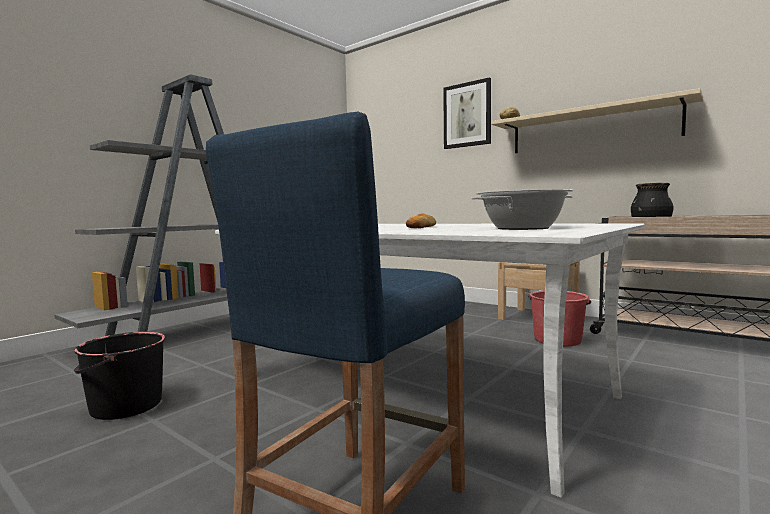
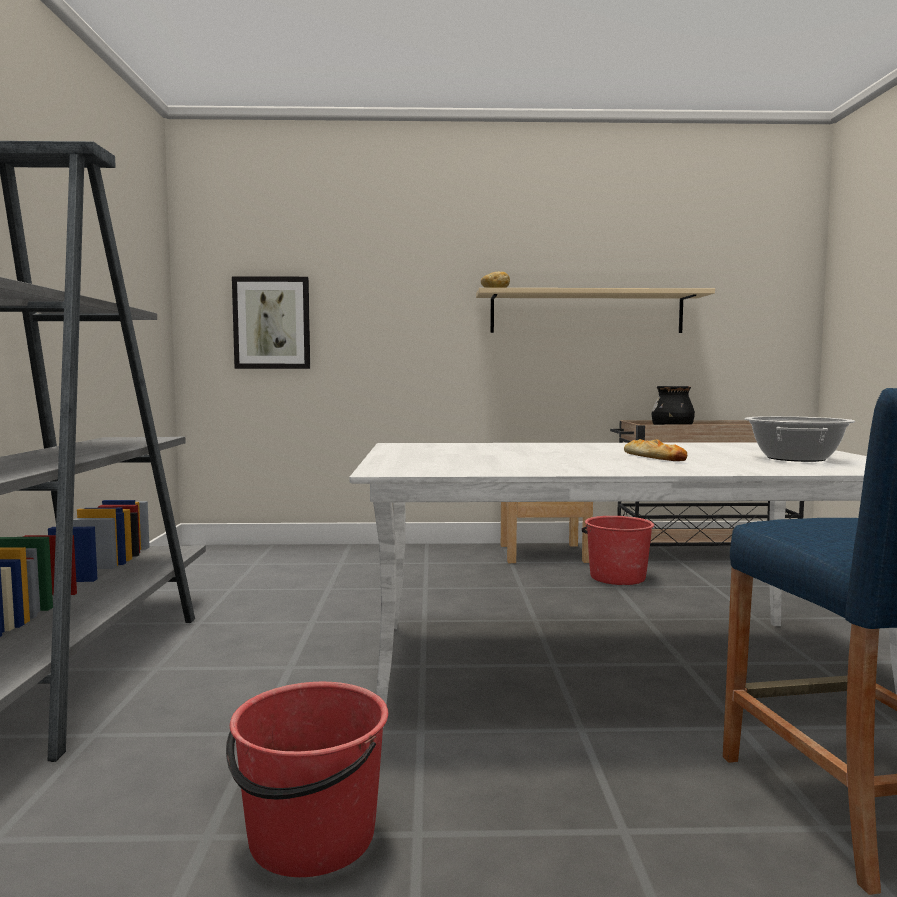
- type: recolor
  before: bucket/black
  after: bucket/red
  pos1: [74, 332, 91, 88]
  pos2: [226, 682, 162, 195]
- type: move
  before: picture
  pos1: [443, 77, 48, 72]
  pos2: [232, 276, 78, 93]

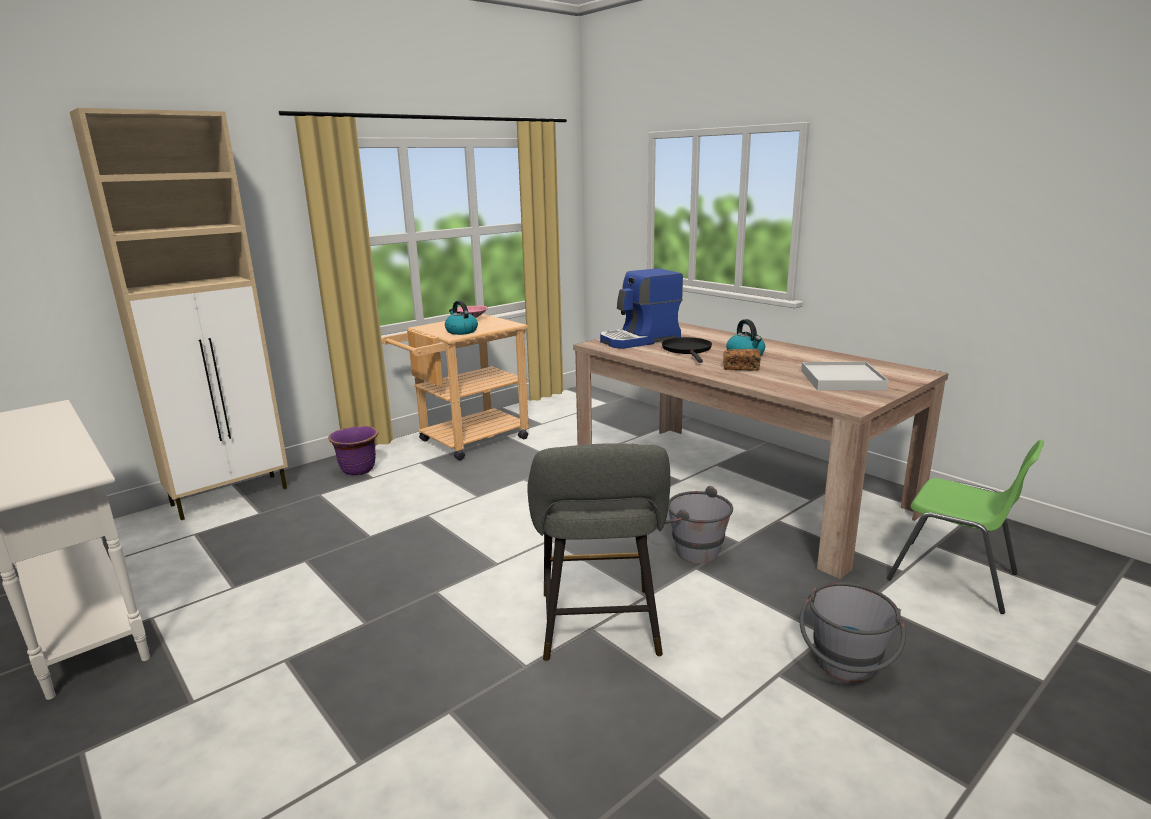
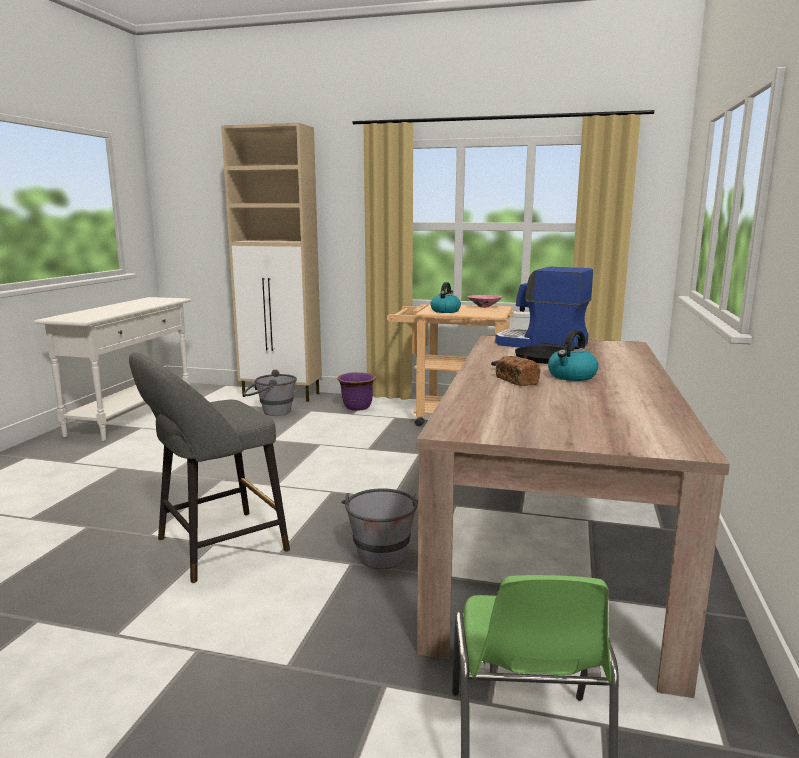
- type: move
  before: bucket/grey
  pos1: [799, 582, 107, 101]
  pos2: [243, 370, 54, 46]
- type: delete
  before: tray/white
  pos1: [801, 362, 88, 29]

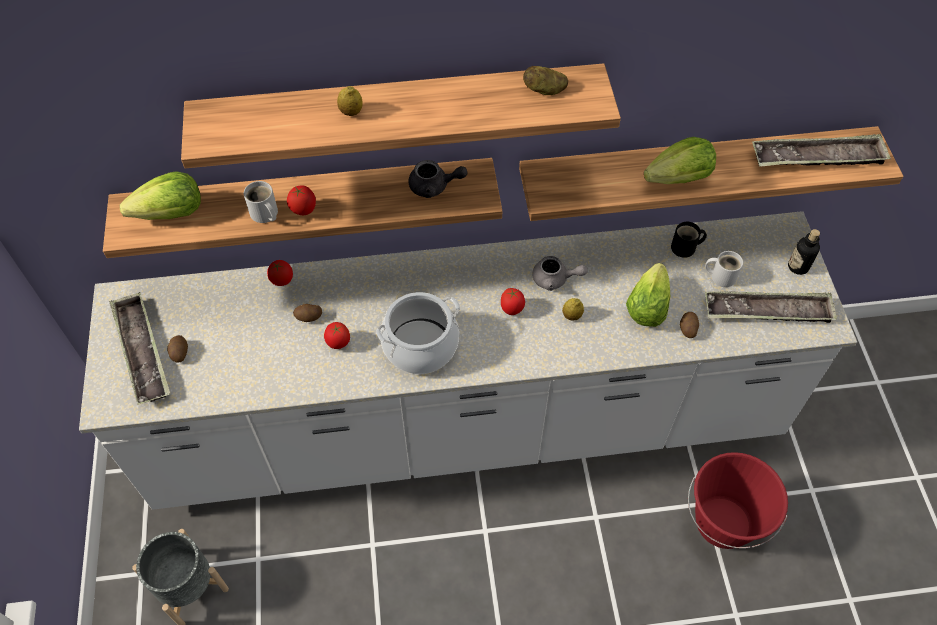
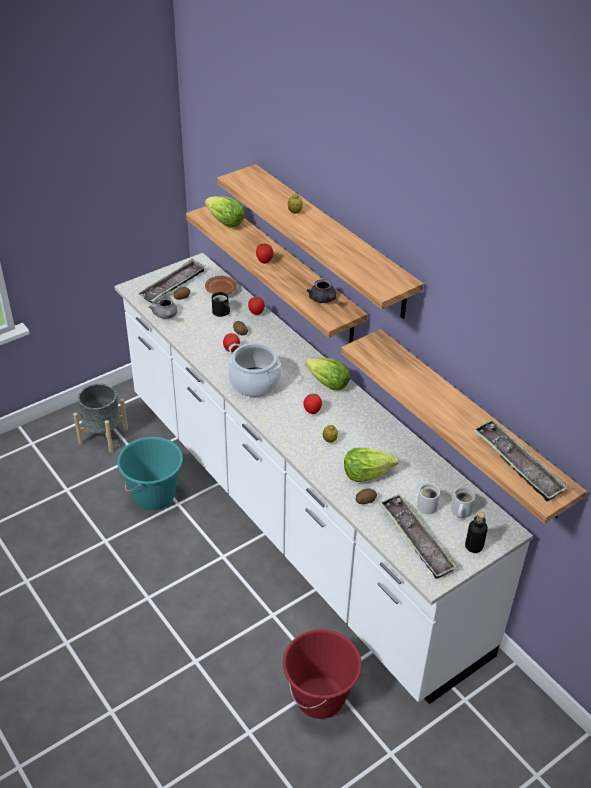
- type: insert
  after: bucket/turquoise
  pos2: [117, 437, 66, 73]
- type: move
  before: teapot/grey
  pos1: [532, 256, 56, 35]
  pos2: [149, 298, 29, 21]
- type: insert
  after: plate/brown
  pos2: [205, 276, 32, 19]
- type: move
  before: mug/black
  pos1: [671, 222, 36, 36]
  pos2: [212, 292, 18, 25]
- type: move
  before: lettuce
  pos1: [644, 137, 72, 47]
  pos2: [305, 357, 45, 33]
- type: move
  before: mug/white
  pos1: [244, 181, 34, 42]
  pos2: [452, 488, 23, 30]
- type: delete
  before: potato
  pos1: [523, 66, 45, 29]

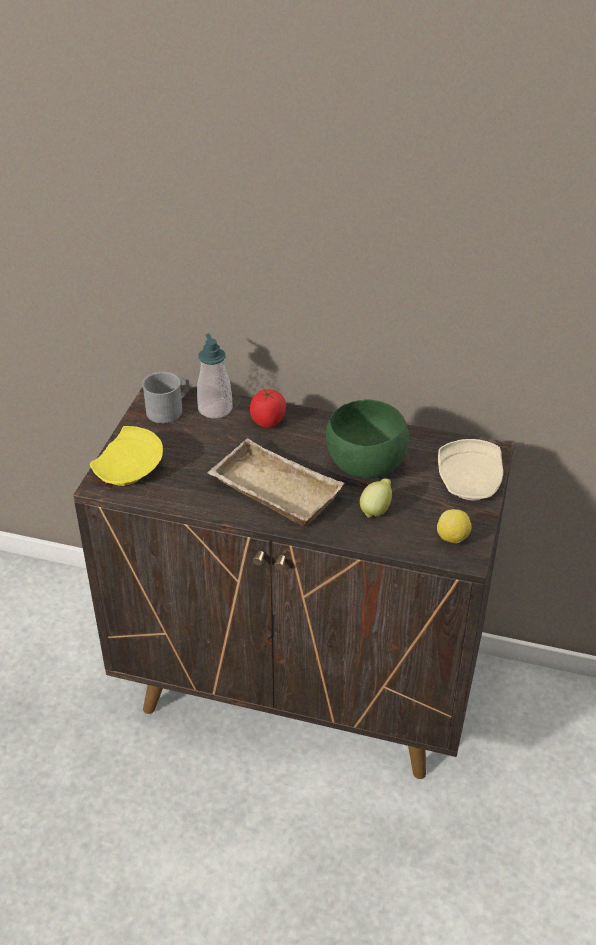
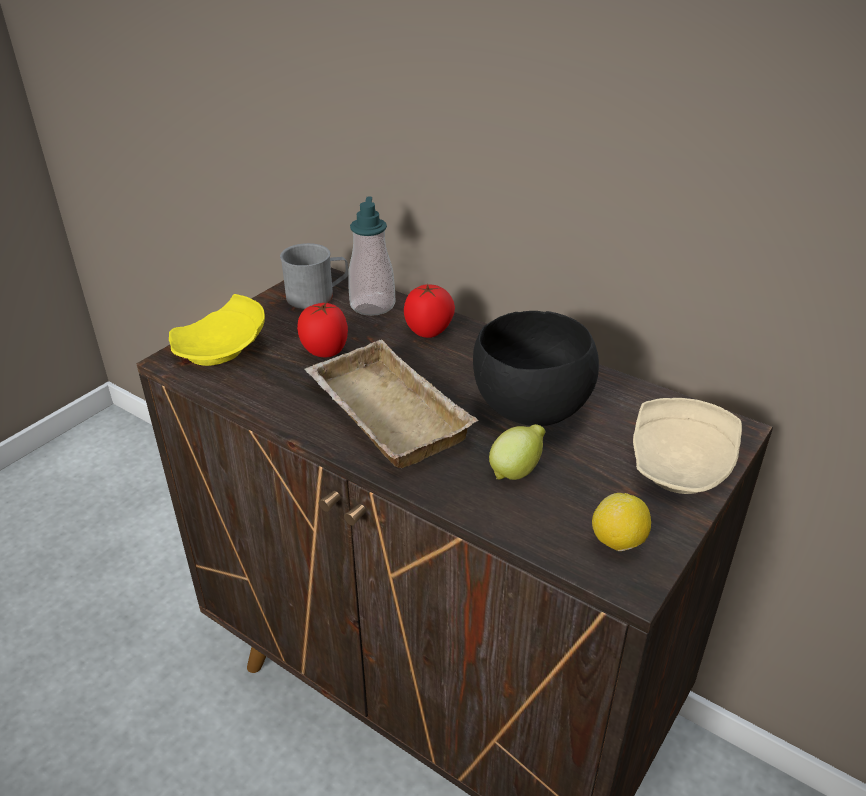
- type: insert
  after: tomato
  pos2: [297, 302, 51, 55]
- type: recolor
  before: bowl/green
  after: bowl/black
  pos1: [326, 399, 83, 79]
  pos2: [473, 311, 126, 115]

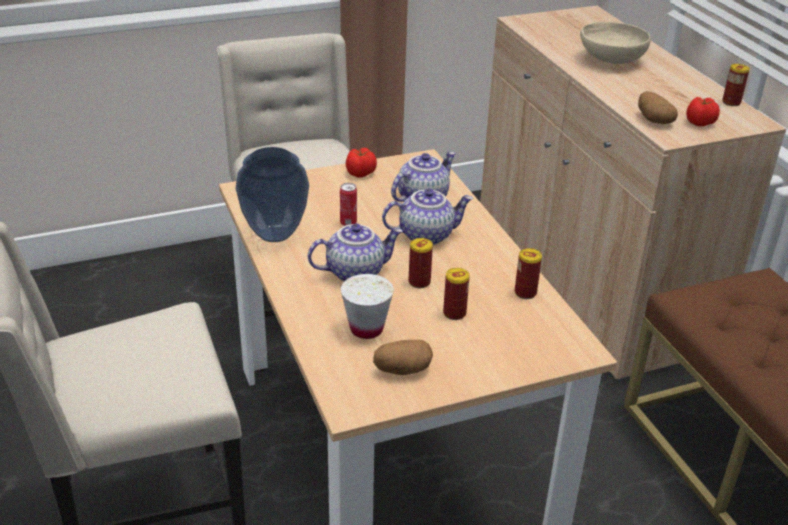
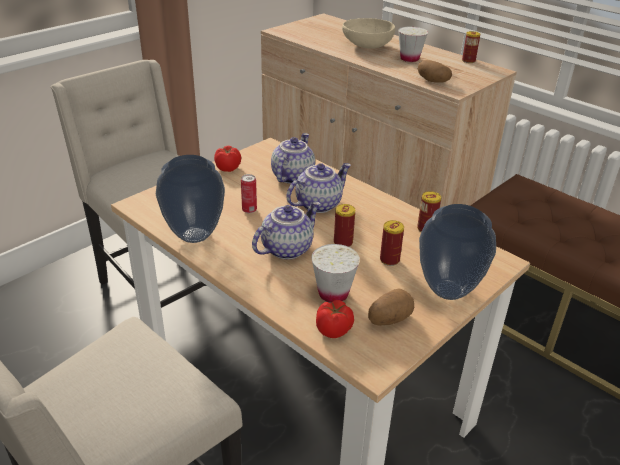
- type: move
  before: tomato
  pos1: [686, 97, 34, 30]
  pos2: [316, 300, 38, 38]
- type: insert
  after: cup/white
  pos2: [398, 27, 30, 35]
- type: insert
  after: vase
  pos2: [419, 204, 77, 96]

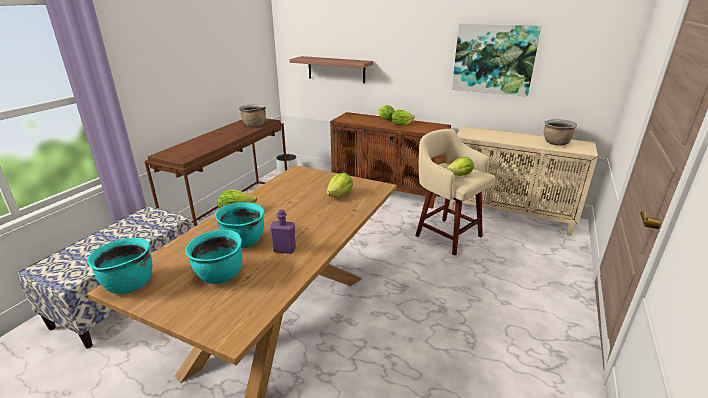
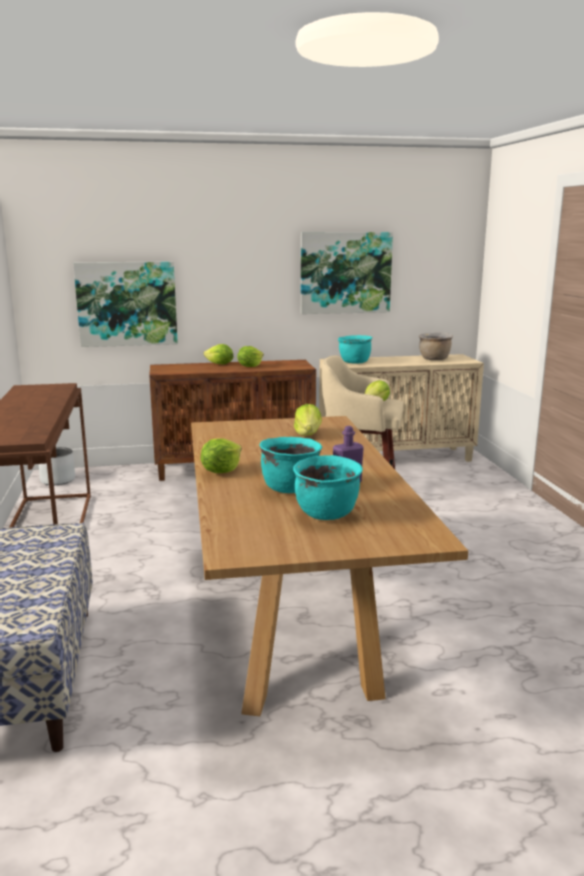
- type: replace
  before: shelf
  after: picture
  pos1: [289, 56, 84, 27]
  pos2: [73, 261, 105, 86]
- type: move
  before: cooking pot/turquoise
  pos1: [87, 238, 66, 56]
  pos2: [338, 335, 34, 28]
- type: delete
  before: cooking pot/brown
  pos1: [239, 104, 27, 23]

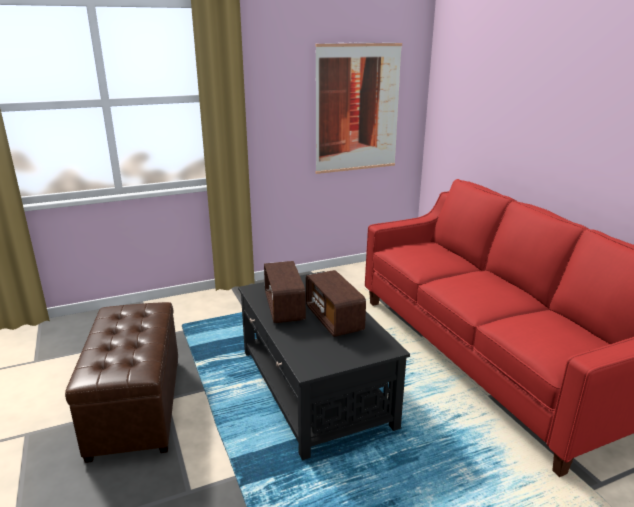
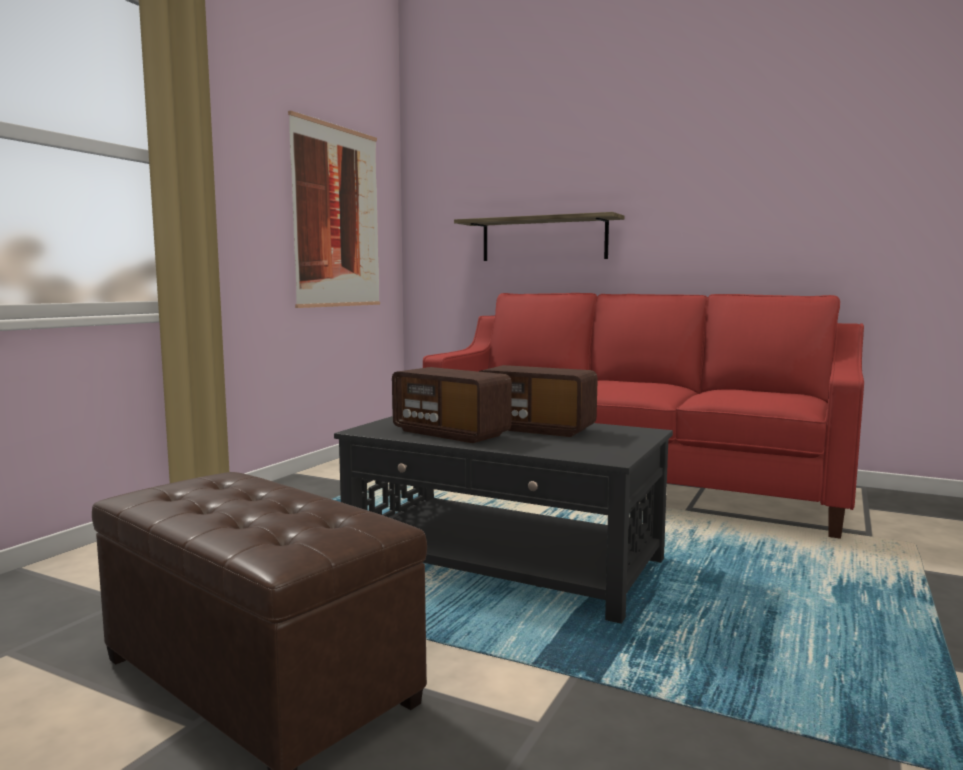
- type: insert
  after: shelf
  pos2: [454, 212, 170, 49]

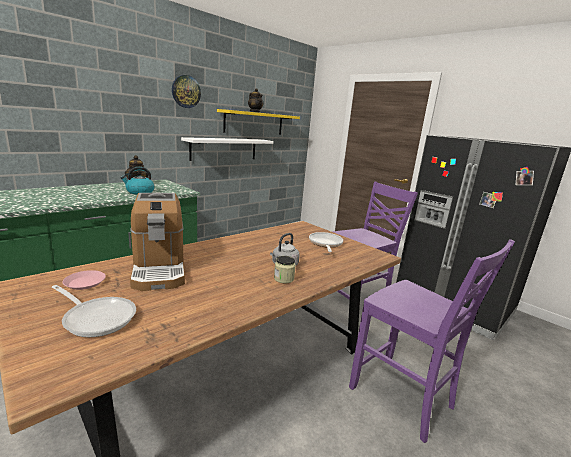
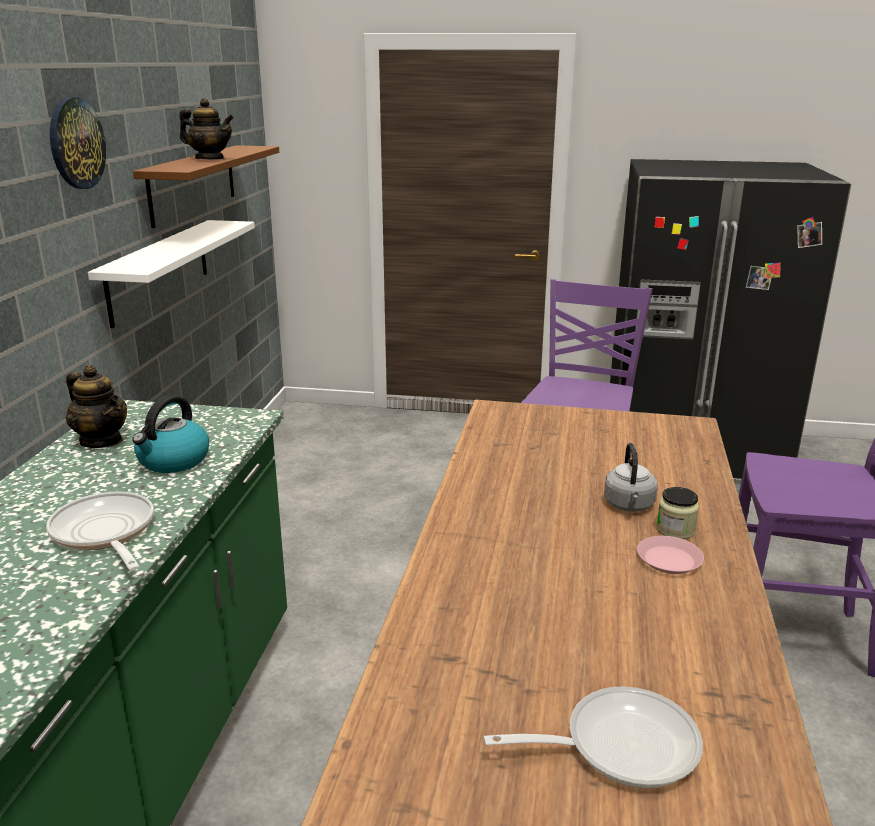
- type: move
  before: frying pan
  pos1: [309, 232, 34, 20]
  pos2: [46, 492, 108, 79]
- type: recolor
  before: shelf/yellow
  after: shelf/brown
  pos1: [217, 109, 83, 26]
  pos2: [133, 145, 146, 83]
- type: move
  before: plate/pink
  pos1: [62, 270, 44, 20]
  pos2: [637, 536, 67, 38]
- type: delete
  before: coffee machine
  pos1: [130, 193, 55, 98]

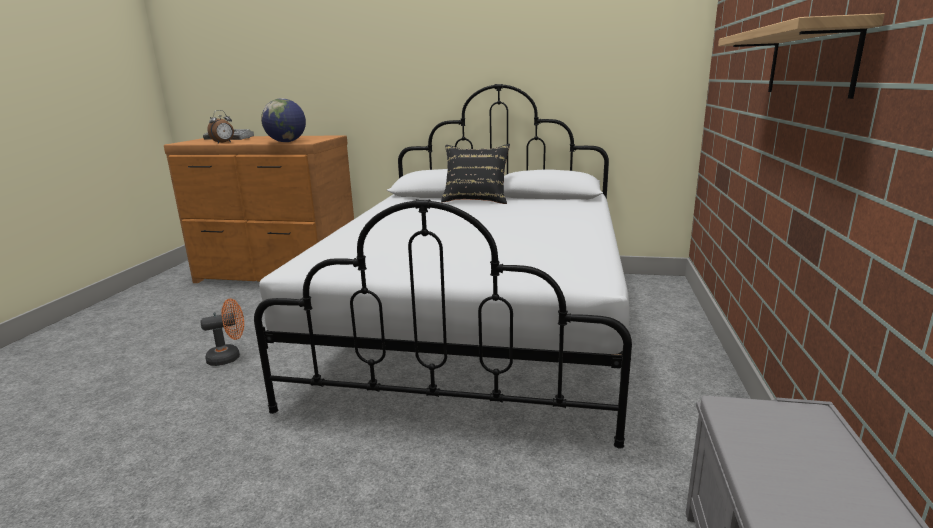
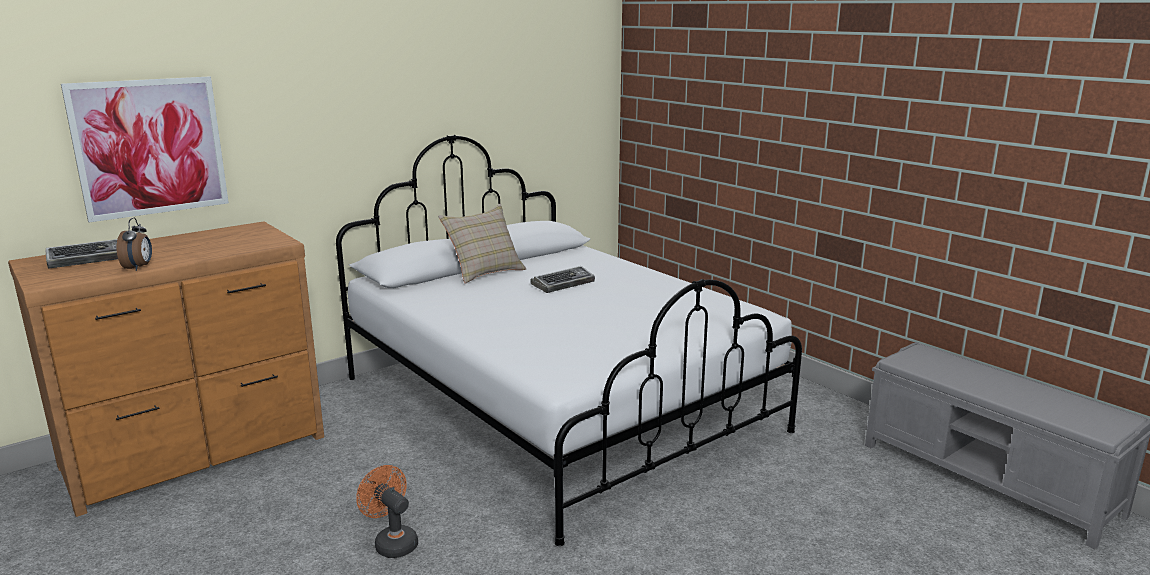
- type: insert
  after: picture
  pos2: [61, 76, 168, 146]
- type: rotate
  before: fan/orange
  pos1: [200, 299, 44, 67]
  pos2: [356, 465, 62, 93]
  turn: -60
- type: recolor
  before: pillow/black
  after: pillow/beige
  pos1: [441, 144, 69, 60]
  pos2: [438, 204, 88, 80]
- type: insert
  after: keyboard
  pos2: [530, 266, 65, 27]
- type: delete
  before: globe
  pos1: [261, 98, 45, 44]
- type: delete
  before: shelf
  pos1: [718, 13, 167, 86]

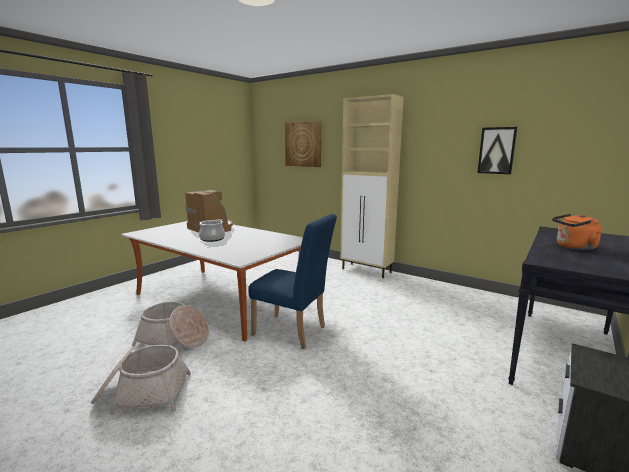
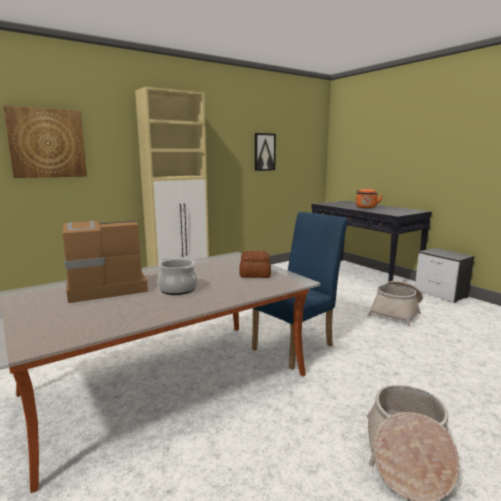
- type: insert
  after: bread
  pos2: [239, 251, 32, 27]
- type: move
  before: basket
  pos1: [132, 302, 77, 46]
  pos2: [368, 281, 55, 45]

